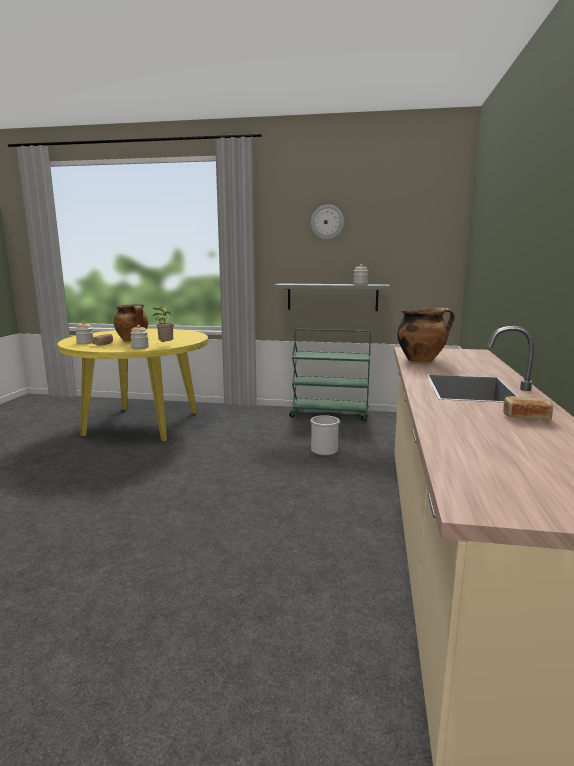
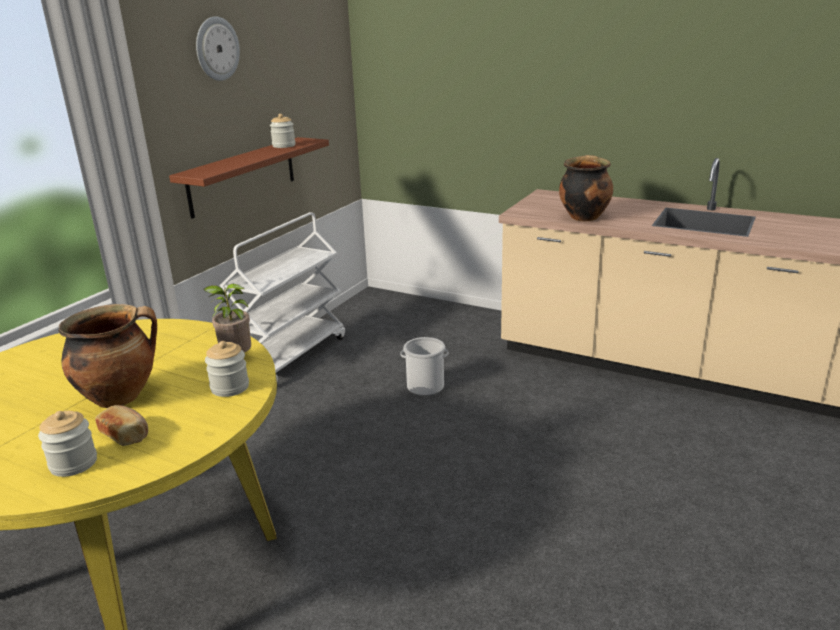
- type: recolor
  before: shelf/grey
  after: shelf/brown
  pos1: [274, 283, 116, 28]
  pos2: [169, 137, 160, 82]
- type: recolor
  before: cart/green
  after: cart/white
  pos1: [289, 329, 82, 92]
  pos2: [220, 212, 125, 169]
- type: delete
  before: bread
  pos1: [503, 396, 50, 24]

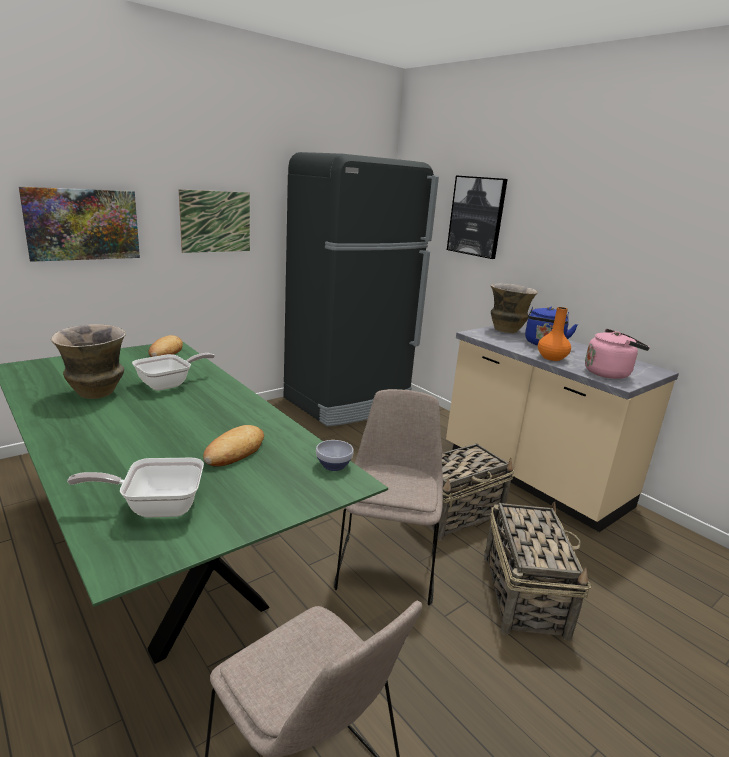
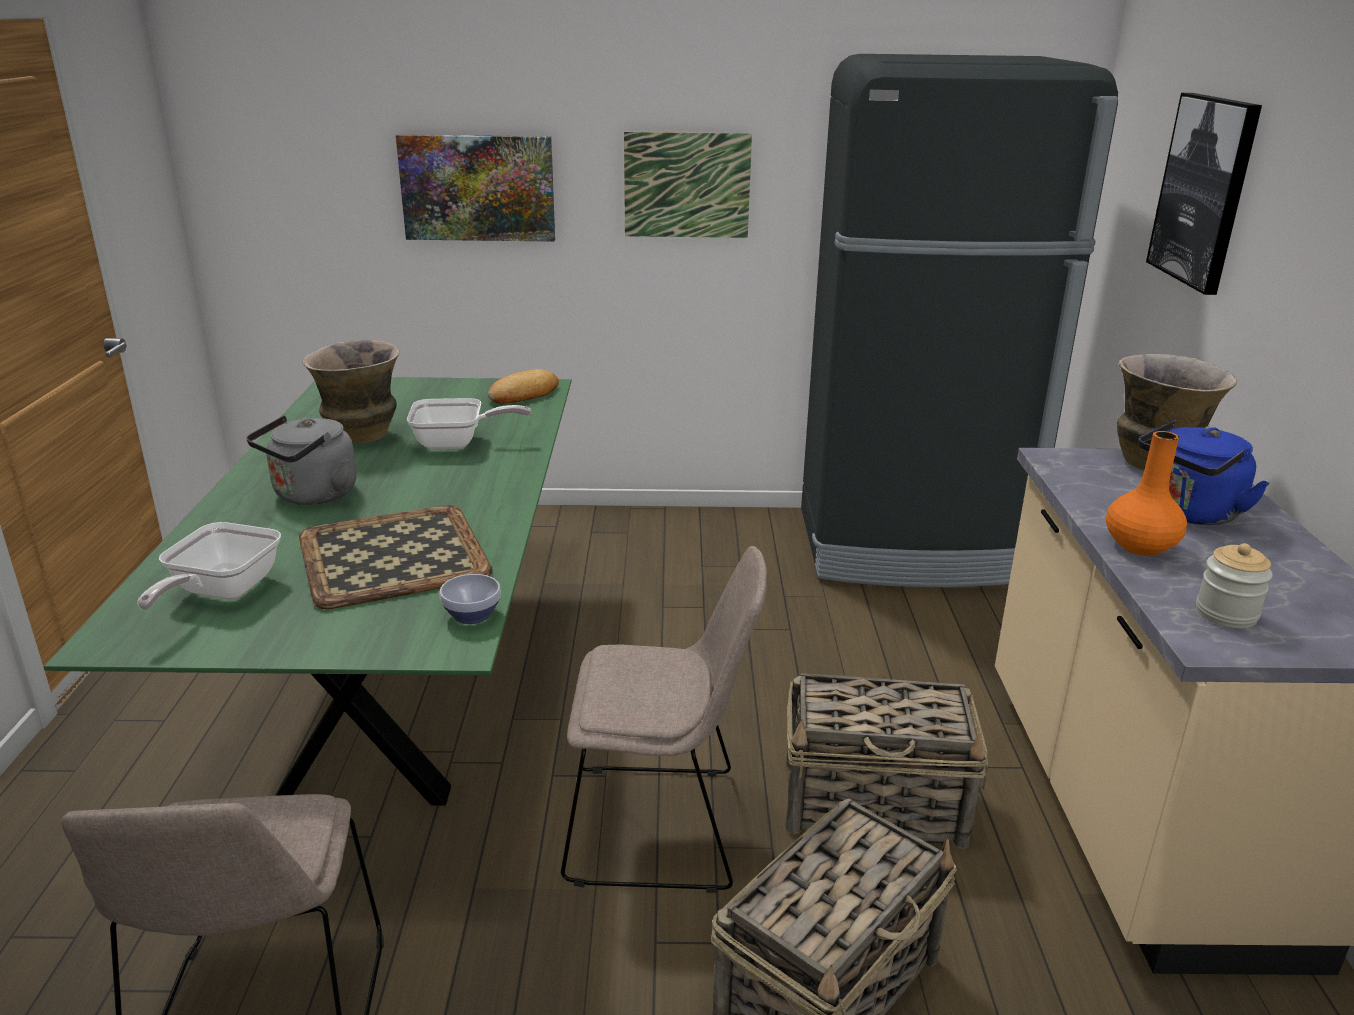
- type: rotate
  before: frying pan
  pos1: [67, 458, 137, 60]
  pos2: [137, 522, 144, 88]
  turn: -105
- type: insert
  after: kettle/grey
  pos2: [246, 415, 111, 90]
- type: replace
  before: bread
  after: tray
  pos1: [203, 425, 61, 42]
  pos2: [299, 505, 194, 104]
- type: rotate
  before: chair/beige
  pos1: [334, 389, 109, 217]
  pos2: [561, 546, 206, 347]
  turn: 45
- type: replace
  before: kettle/pink
  after: jar
  pos1: [585, 329, 65, 50]
  pos2: [1196, 543, 77, 85]

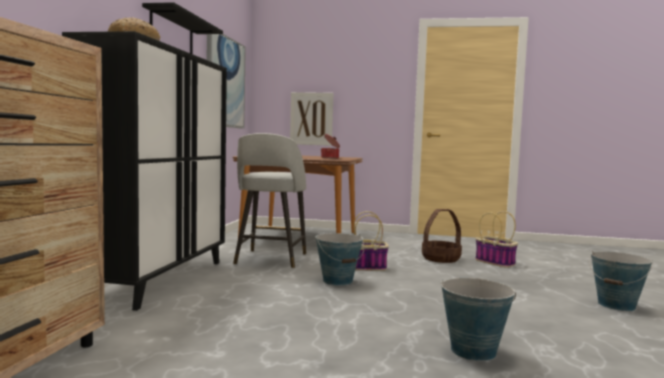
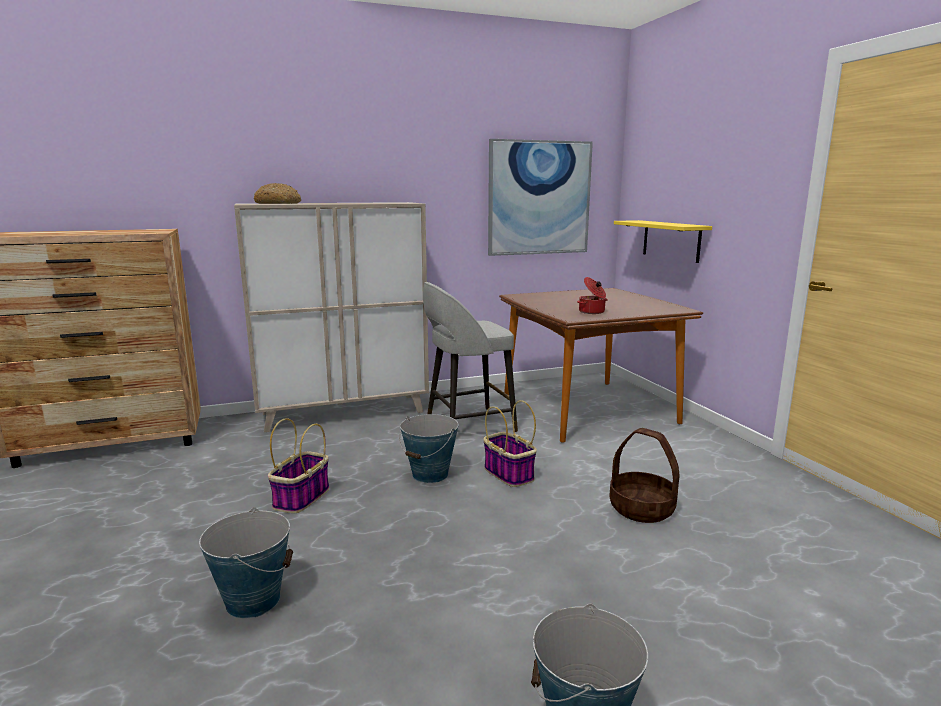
- type: recolor
  before: cabinet/black
  after: cabinet/beige
  pos1: [62, 31, 165, 280]
  pos2: [234, 202, 195, 230]
- type: move
  before: basket
  pos1: [475, 211, 43, 57]
  pos2: [268, 418, 61, 95]
- type: replace
  before: picture
  after: shelf/yellow
  pos1: [290, 92, 44, 54]
  pos2: [614, 220, 98, 43]
- type: delete
  before: shelf/black
  pos1: [142, 2, 81, 52]

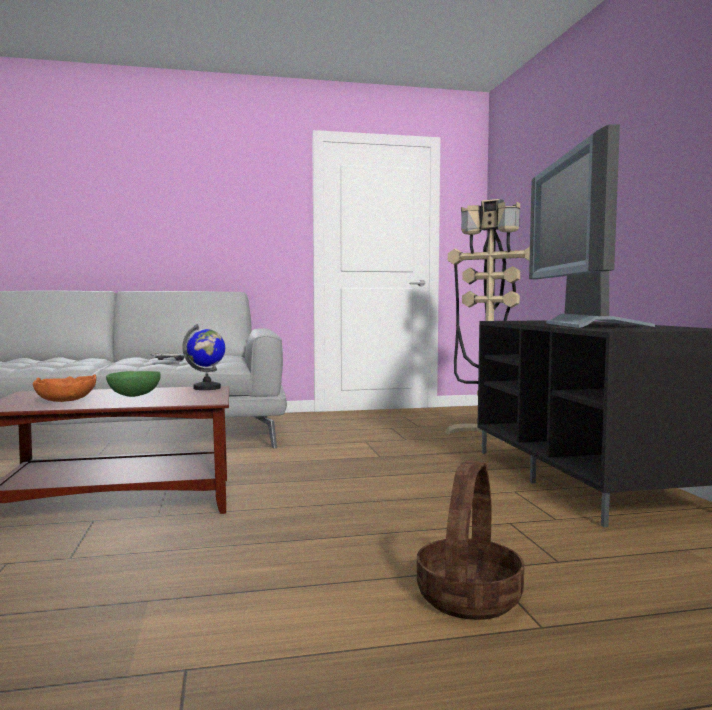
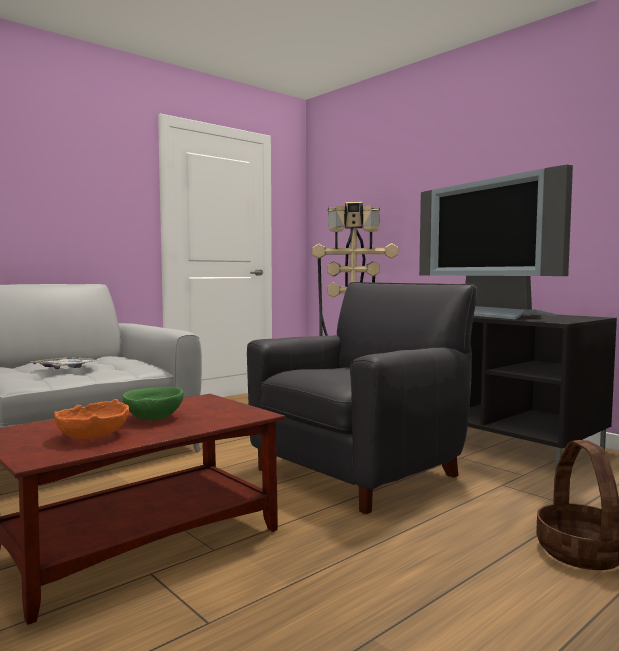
- type: insert
  after: armchair/black
  pos2: [247, 282, 230, 232]
- type: delete
  before: globe
  pos1: [182, 324, 43, 66]

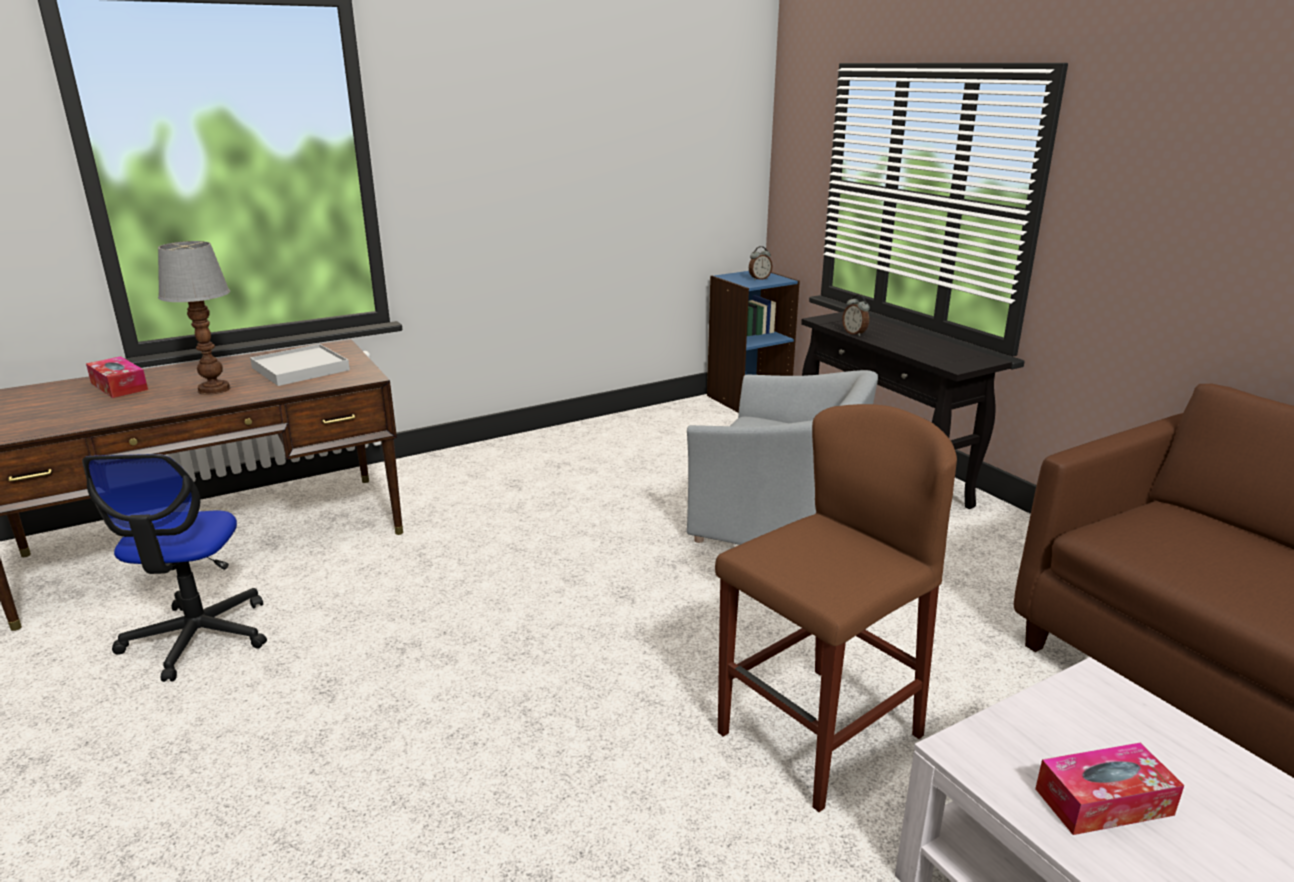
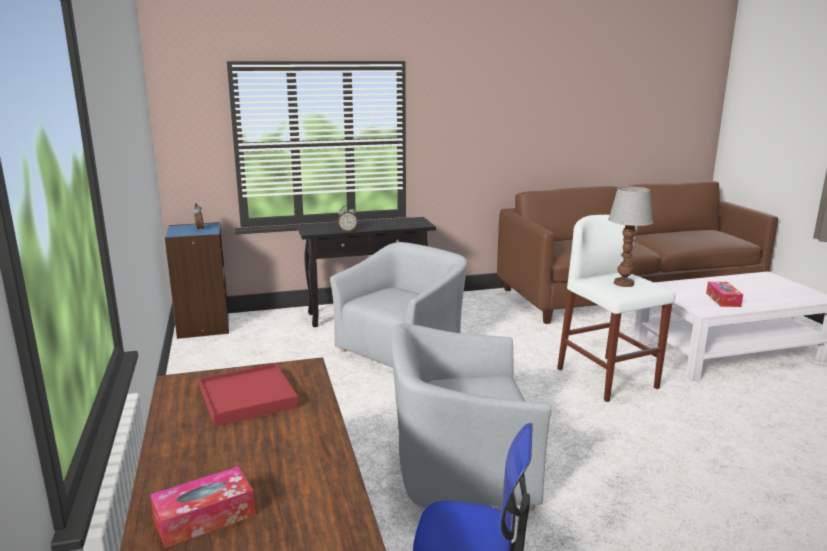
- type: recolor
  before: tray/white
  after: tray/red
  pos1: [250, 344, 100, 42]
  pos2: [199, 364, 99, 62]
- type: insert
  after: armchair/grey
  pos2: [391, 323, 160, 188]
- type: recolor
  before: stool/brown
  after: stool/white
  pos1: [715, 404, 242, 408]
  pos2: [557, 215, 118, 187]
- type: move
  before: table lamp
  pos1: [158, 241, 72, 154]
  pos2: [608, 186, 45, 101]

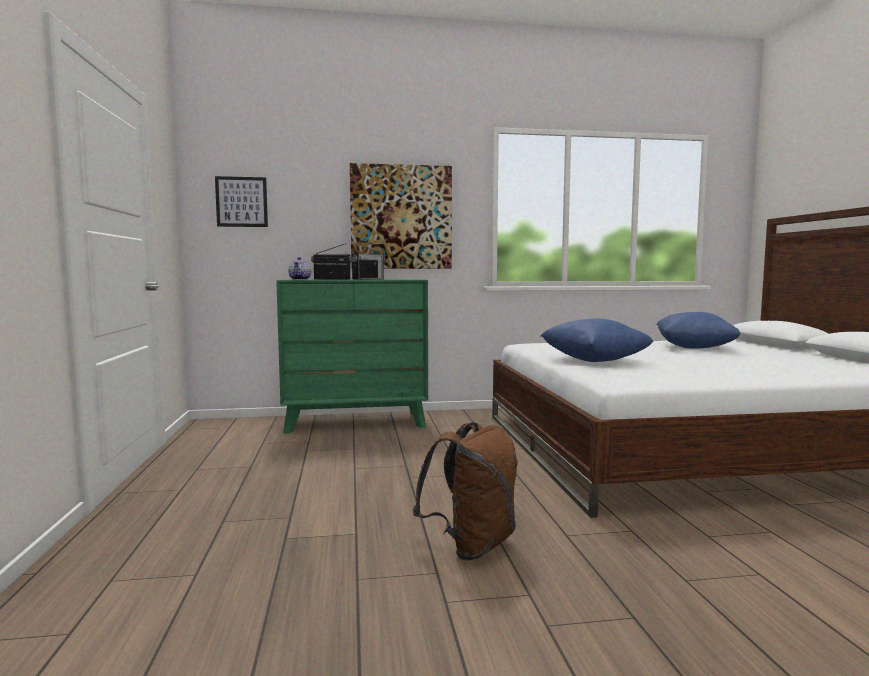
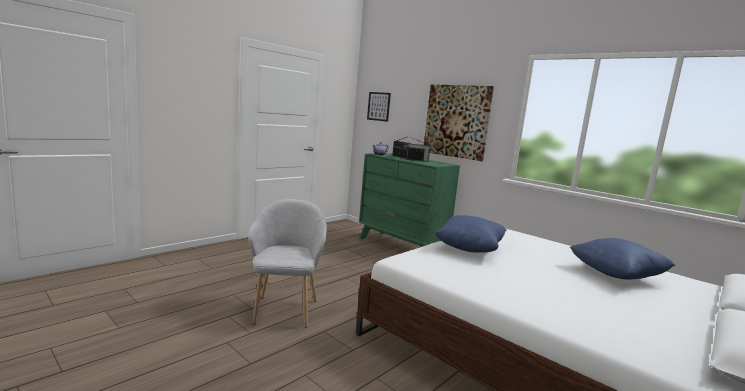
- type: replace
  before: backpack/brown
  after: armchair/grey
  pos1: [413, 422, 105, 138]
  pos2: [248, 199, 79, 129]

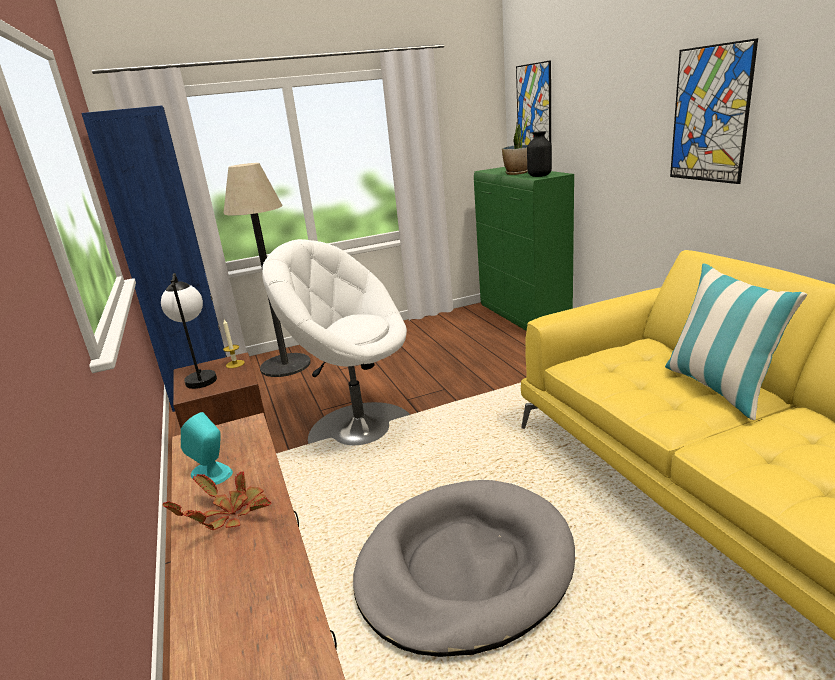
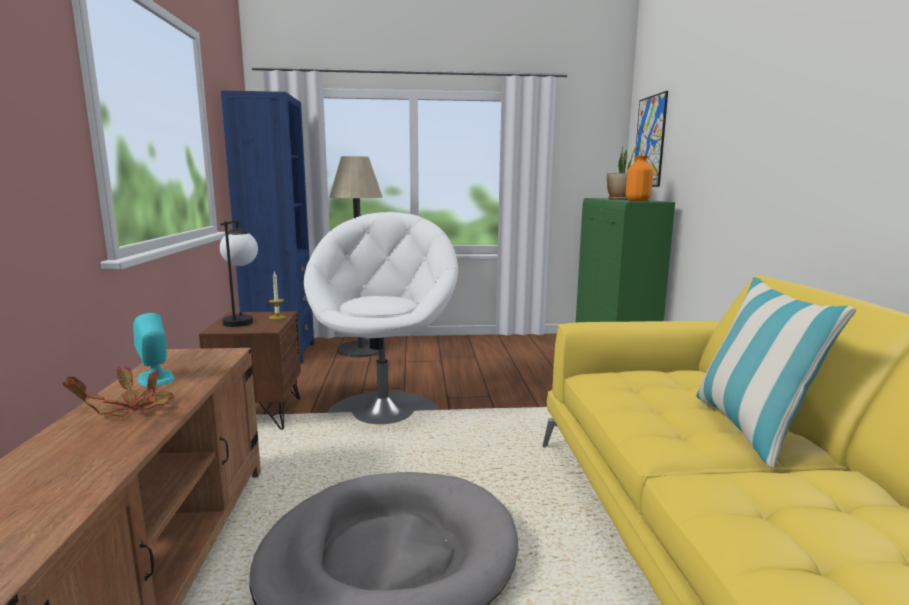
- type: rotate
  before: armchair/white
  pos1: [262, 239, 148, 206]
  pos2: [304, 212, 154, 212]
  turn: 60
- type: recolor
  before: vase/black
  after: vase/orange
  pos1: [527, 131, 25, 46]
  pos2: [626, 156, 27, 45]
- type: delete
  before: picture
  pos1: [670, 38, 88, 146]

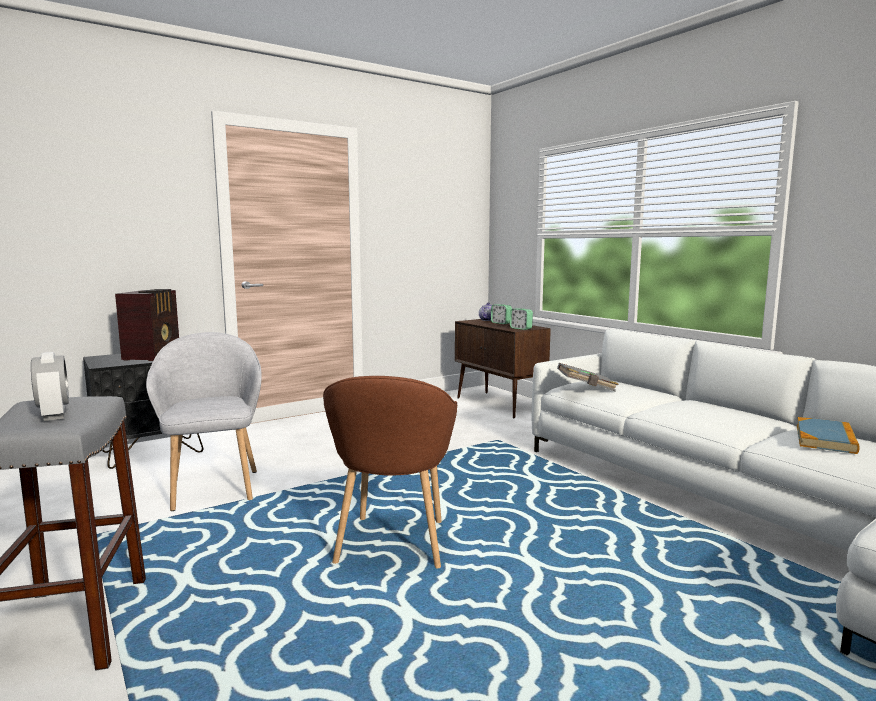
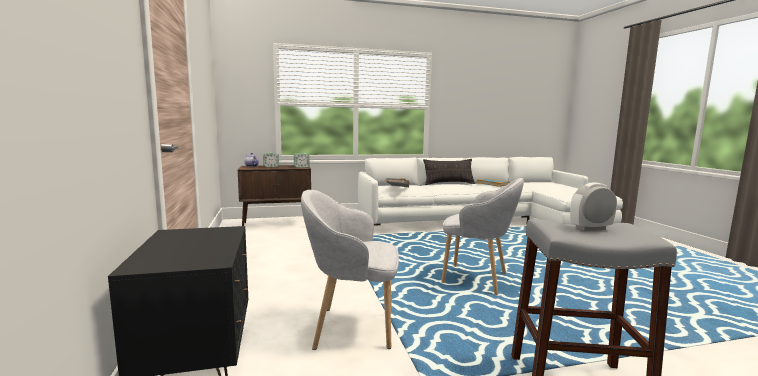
- type: insert
  after: pillow
  pos2: [423, 159, 52, 26]
- type: recolor
  before: armchair/brown
  after: armchair/grey
  pos1: [323, 376, 134, 192]
  pos2: [441, 178, 83, 117]
- type: delete
  before: radio
  pos1: [115, 289, 64, 72]

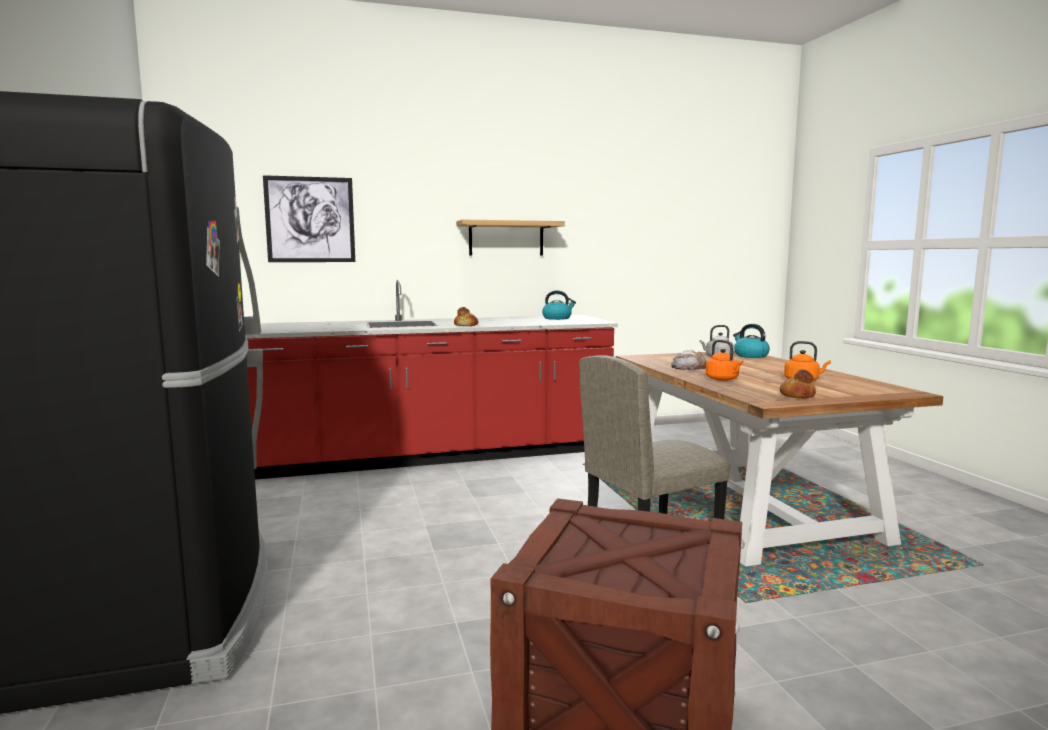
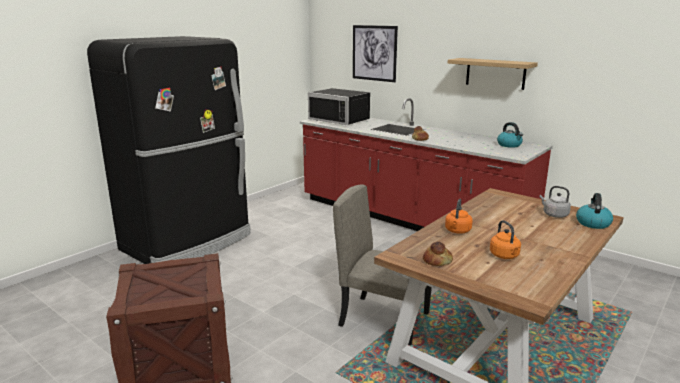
- type: insert
  after: microwave/black
  pos2: [308, 88, 62, 37]
- type: delete
  before: bread
  pos1: [671, 350, 36, 20]

